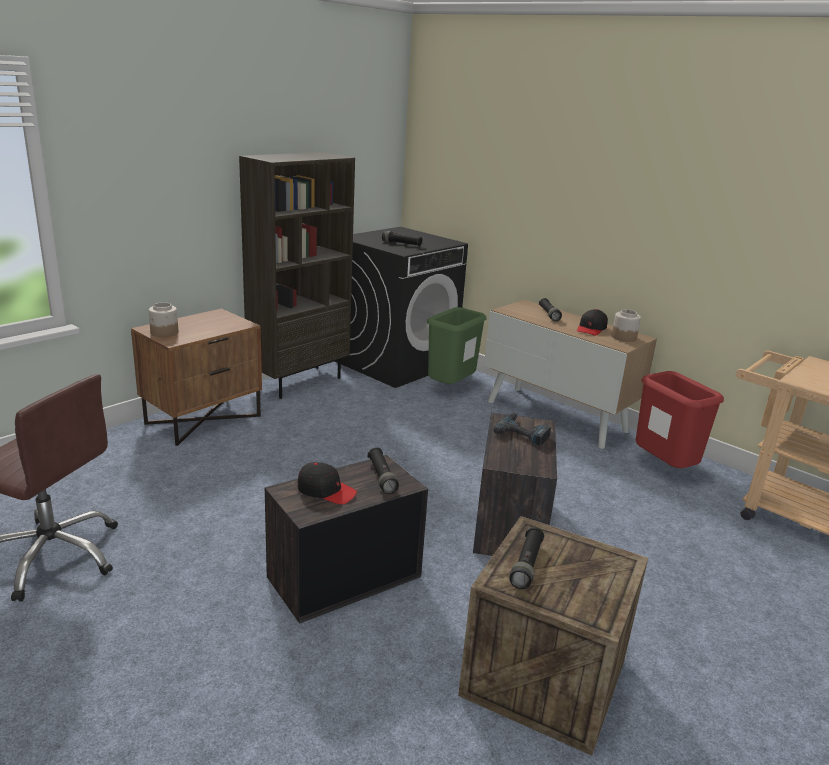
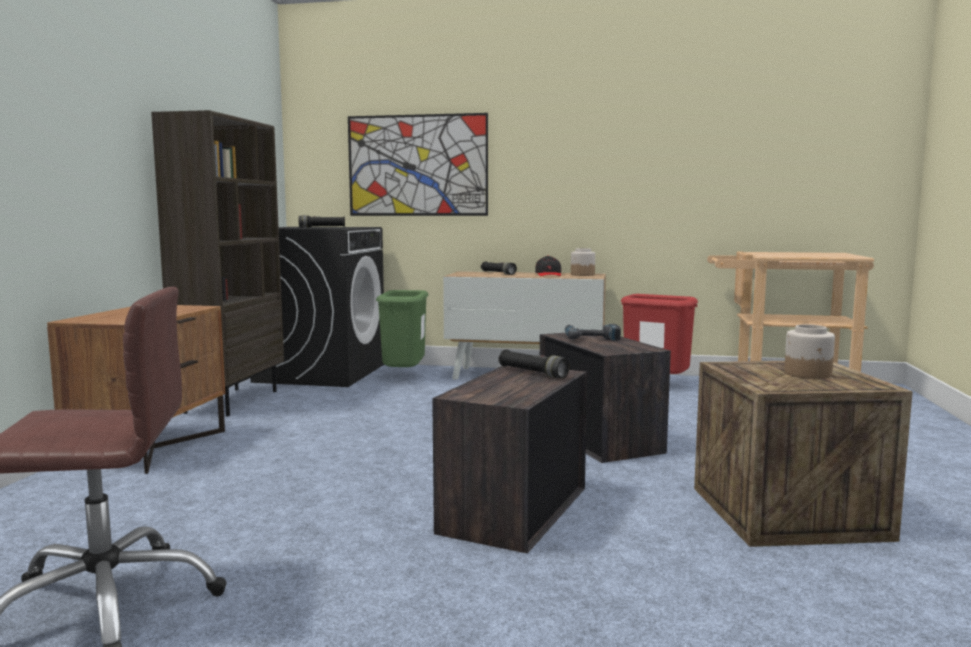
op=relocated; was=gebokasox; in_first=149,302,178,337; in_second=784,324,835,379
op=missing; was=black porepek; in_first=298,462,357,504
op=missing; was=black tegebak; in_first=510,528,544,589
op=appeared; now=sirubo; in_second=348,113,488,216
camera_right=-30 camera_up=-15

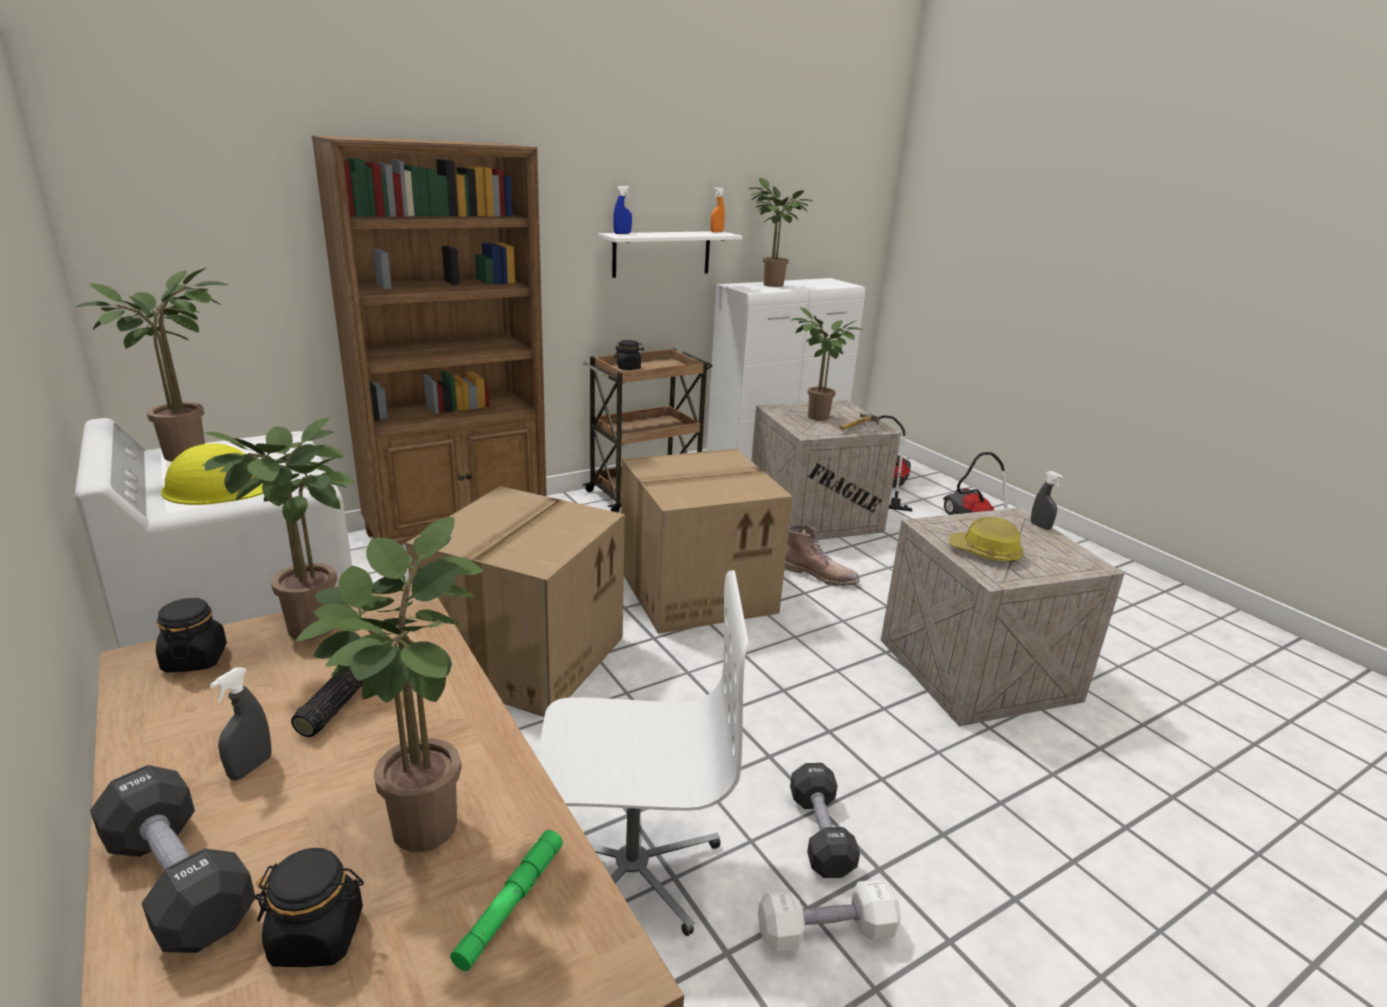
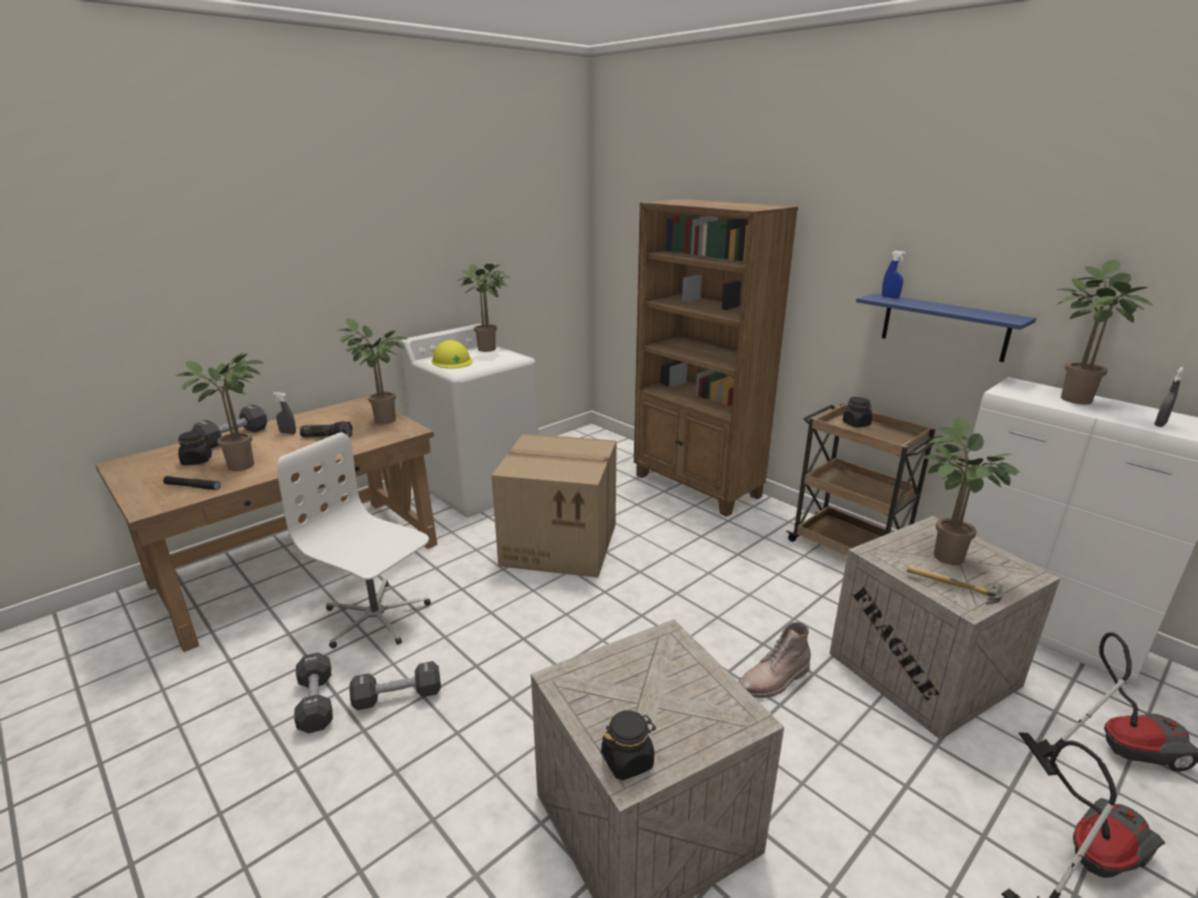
op=relocated; was=black gebokasox; in_first=156,598,227,673; in_second=601,710,656,780
op=colour; was=green tegebak; now=black tegebak; in_first=450,830,563,971; in_second=163,476,220,490
op=spun; was=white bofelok; in_first=537,570,749,936; in_second=277,432,431,648; clockwise=135
op=colour; was=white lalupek; now=blue lalupek; in_first=598,231,742,278; in_second=856,293,1036,362
op=missing; was=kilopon; in_first=621,449,792,634
op=missing; was=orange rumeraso; in_first=710,187,725,232
op=colour; was=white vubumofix; now=black vubumofix; in_first=758,879,901,952; in_second=294,653,333,733
op=spun; was=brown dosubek; in_first=785,525,860,586; in_second=738,622,811,698; clockwise=45
op=missing; was=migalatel; in_first=949,517,1024,563
op=relocated; was=grey rumeraso; in_first=1031,471,1063,530; in_second=1154,367,1184,427
camera_right=80 camera_up=0

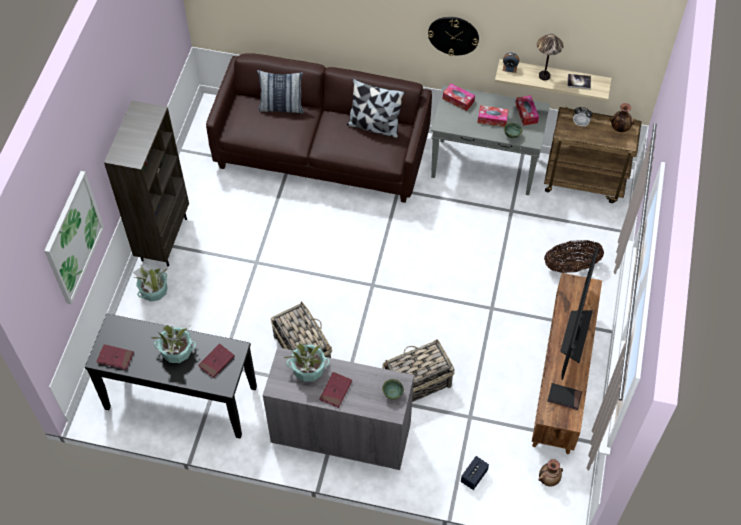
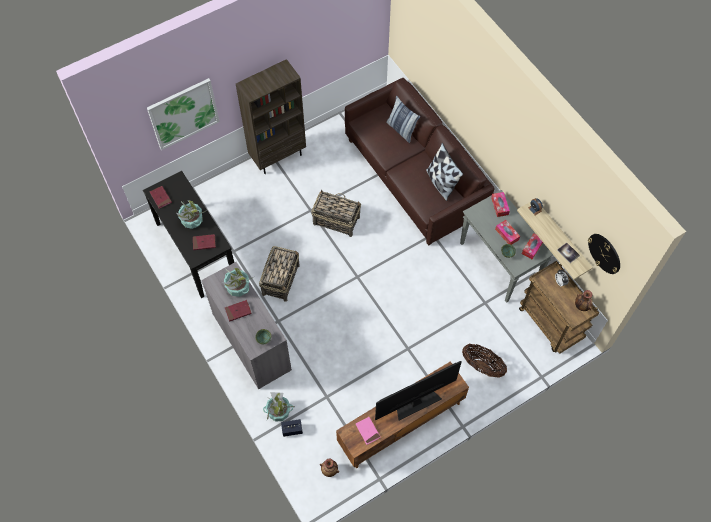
op=relocated; was=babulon; in_first=133,264,168,302; in_second=263,392,295,422
op=relocated; was=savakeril; in_first=382,339,455,402; in_second=311,190,361,237
op=relocated; was=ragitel; in_first=428,17,479,56; in_second=588,234,620,274
op=missing; was=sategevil; in_first=537,34,564,80
op=colour; was=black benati; now=pink benati; in_first=547,383,582,410; in_second=356,417,381,445
camera_right=45 camera_up=5

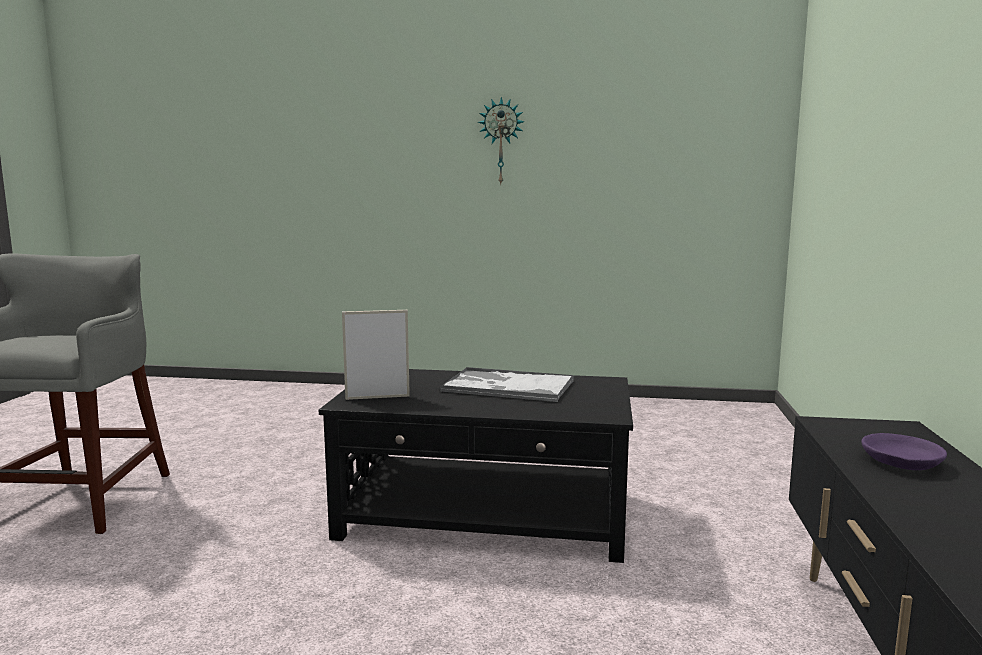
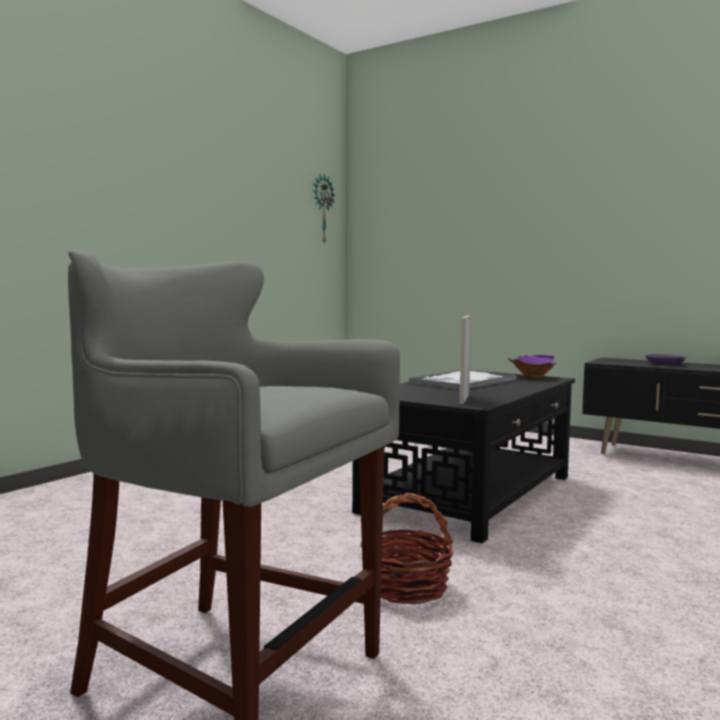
op=relocated; was=ragitel; in_first=478,97,525,184; in_second=313,173,336,243
op=appeared; now=savakeril; in_second=360,493,454,604
op=appeared; now=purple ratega; in_second=508,355,556,378
camera_right=-65 camera_up=-5

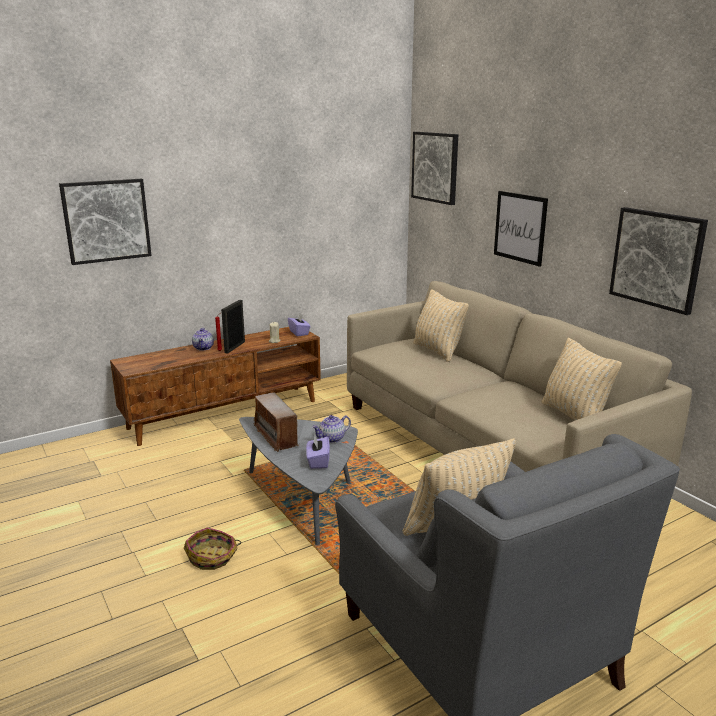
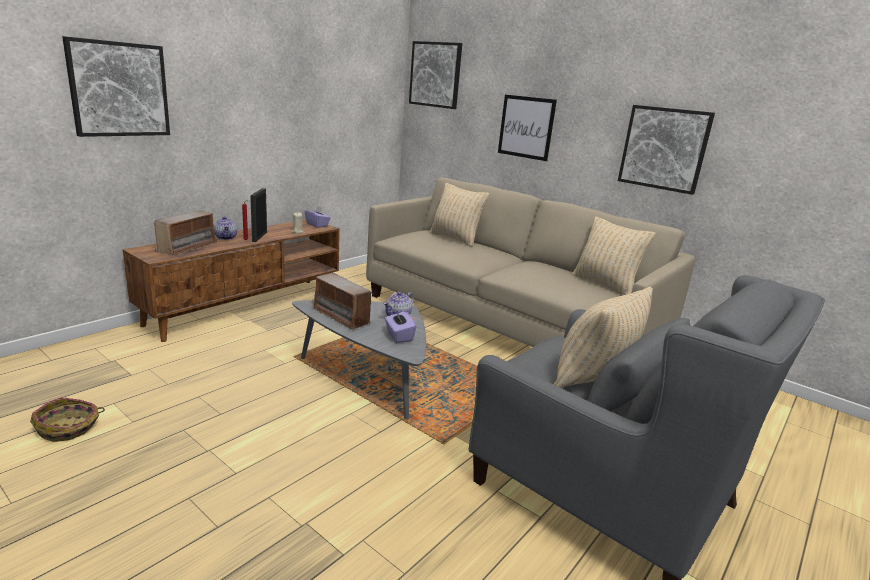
op=relocated; was=savakeril; in_first=184,527,241,570; in_second=30,397,105,442
op=appeared; now=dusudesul; in_second=154,211,217,256
camera_right=-20 camera_up=0

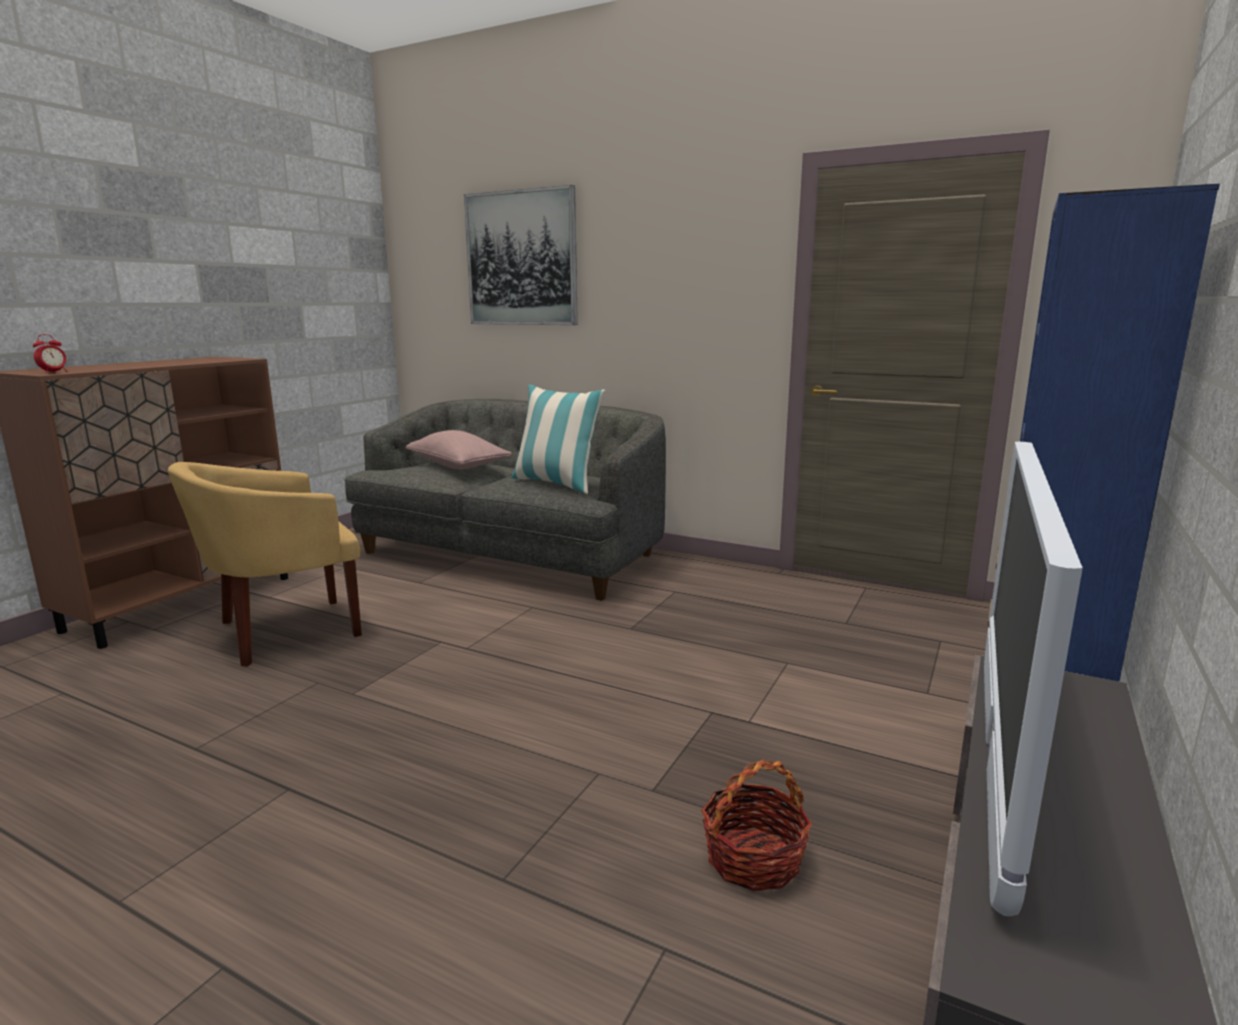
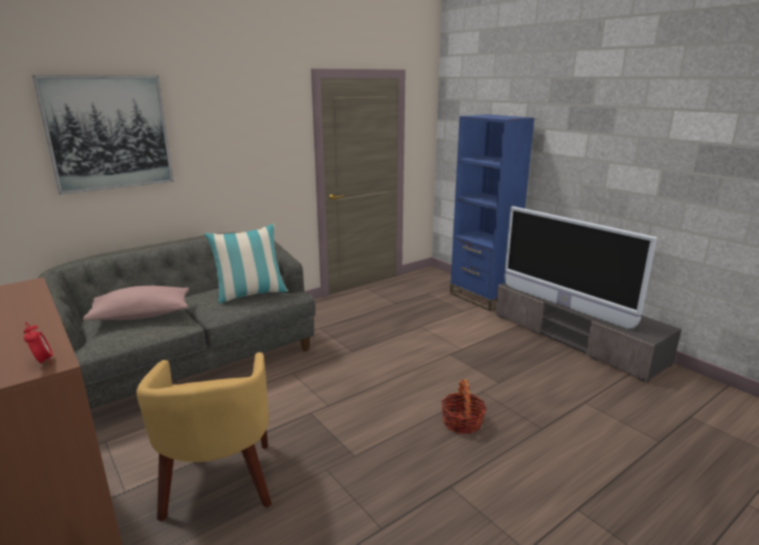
op=relocated; was=savakeril; in_first=701,759,812,891; in_second=441,379,487,434
camera_right=-65 camera_up=5

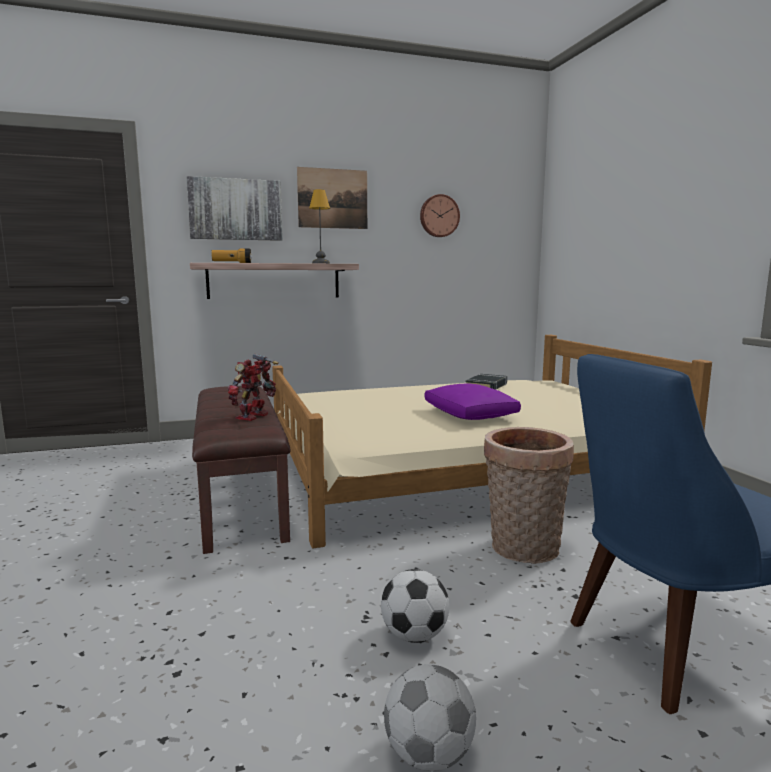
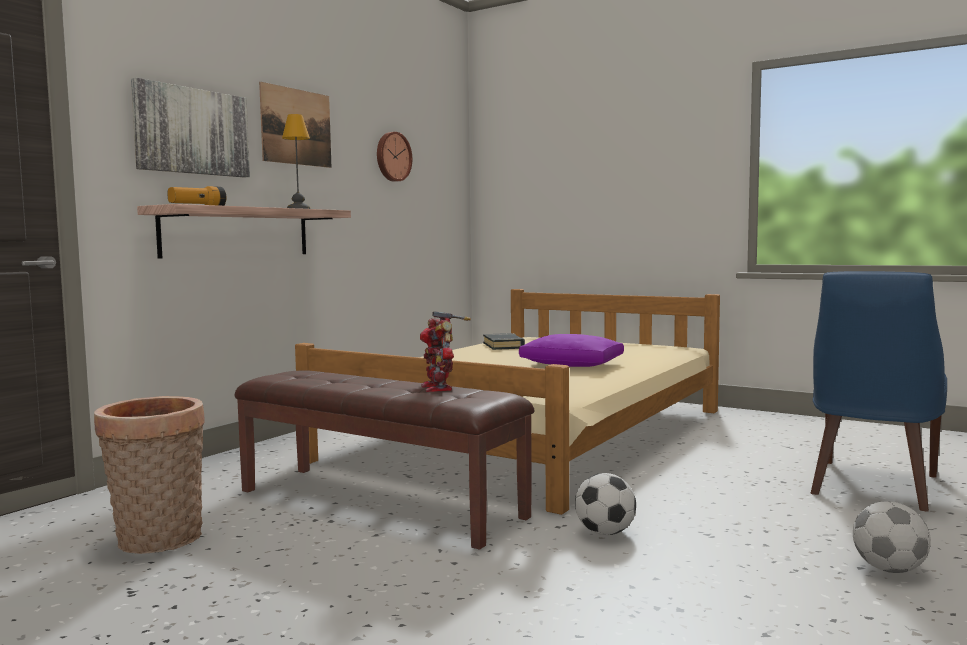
op=relocated; was=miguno; in_first=381,569,449,643; in_second=575,473,636,535
op=relocated; was=savakeril; in_first=484,427,574,564; in_second=94,396,205,554
camera_right=-40 camera_up=-5

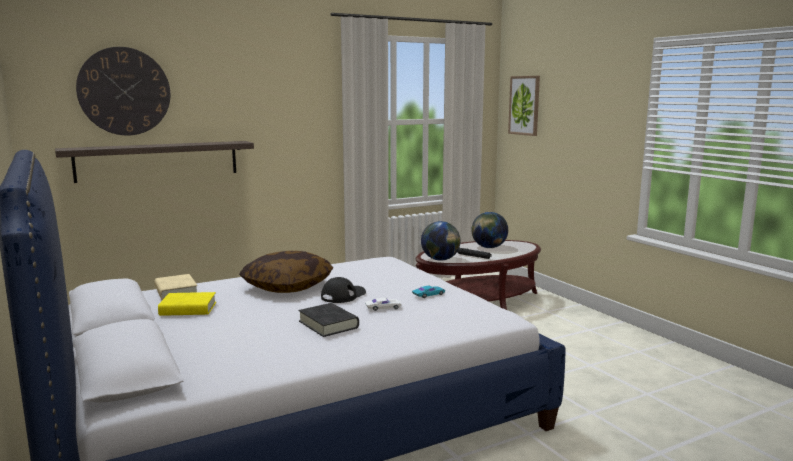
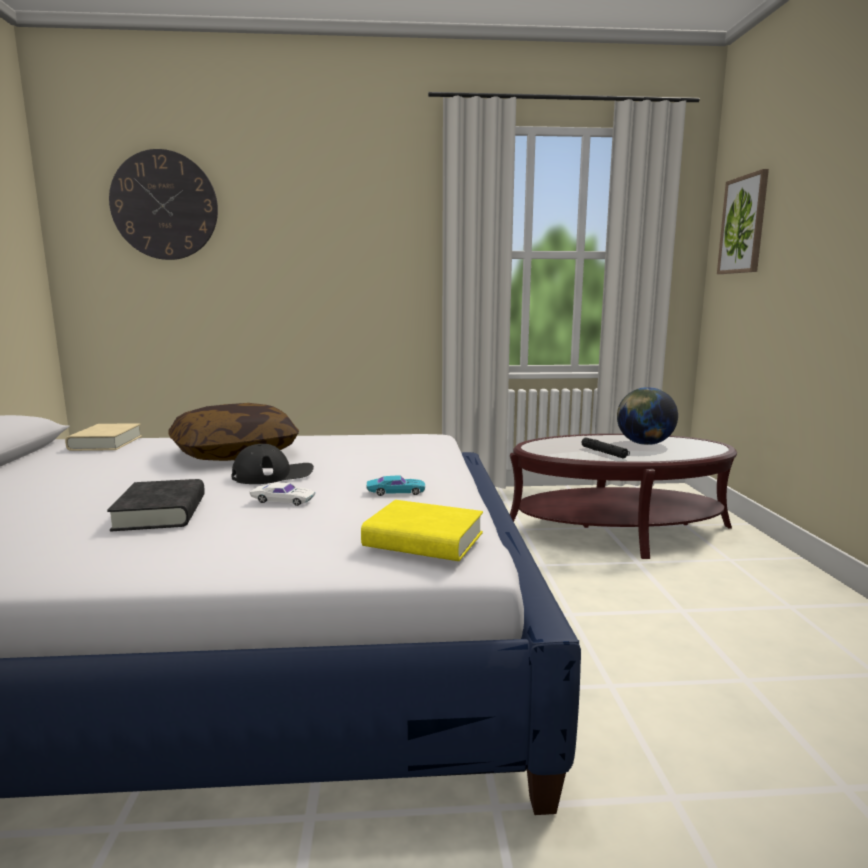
op=missing; was=lalupek; in_first=55,141,254,183
op=relocated; was=yellow benati; in_first=158,292,216,316; in_second=361,500,483,561
op=missing; was=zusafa; in_first=421,221,460,261
camera_right=25 camera_up=0

